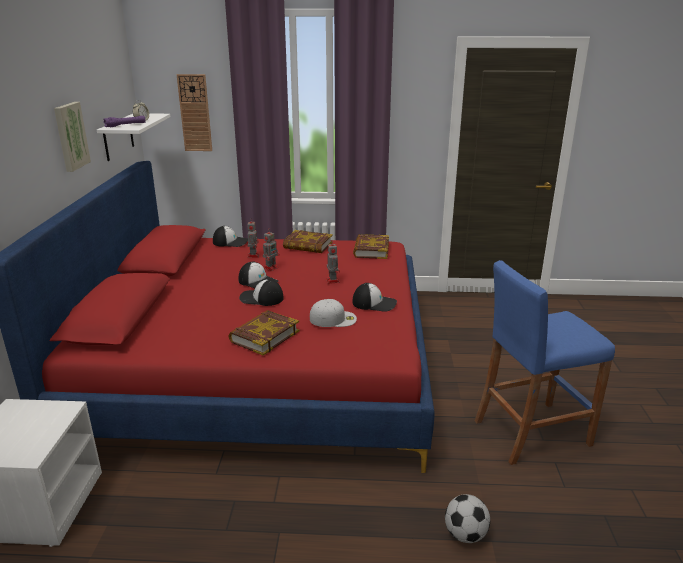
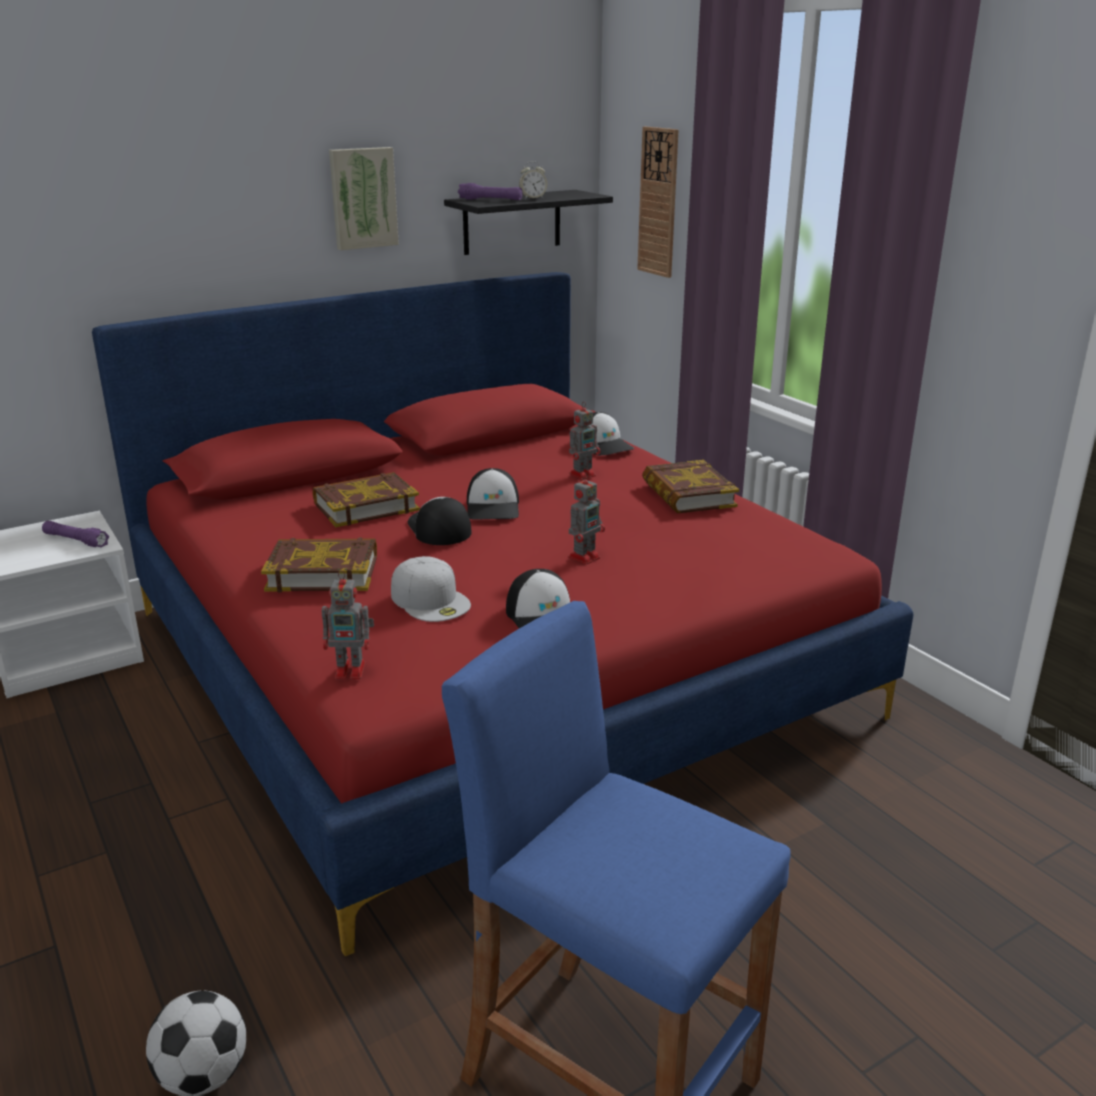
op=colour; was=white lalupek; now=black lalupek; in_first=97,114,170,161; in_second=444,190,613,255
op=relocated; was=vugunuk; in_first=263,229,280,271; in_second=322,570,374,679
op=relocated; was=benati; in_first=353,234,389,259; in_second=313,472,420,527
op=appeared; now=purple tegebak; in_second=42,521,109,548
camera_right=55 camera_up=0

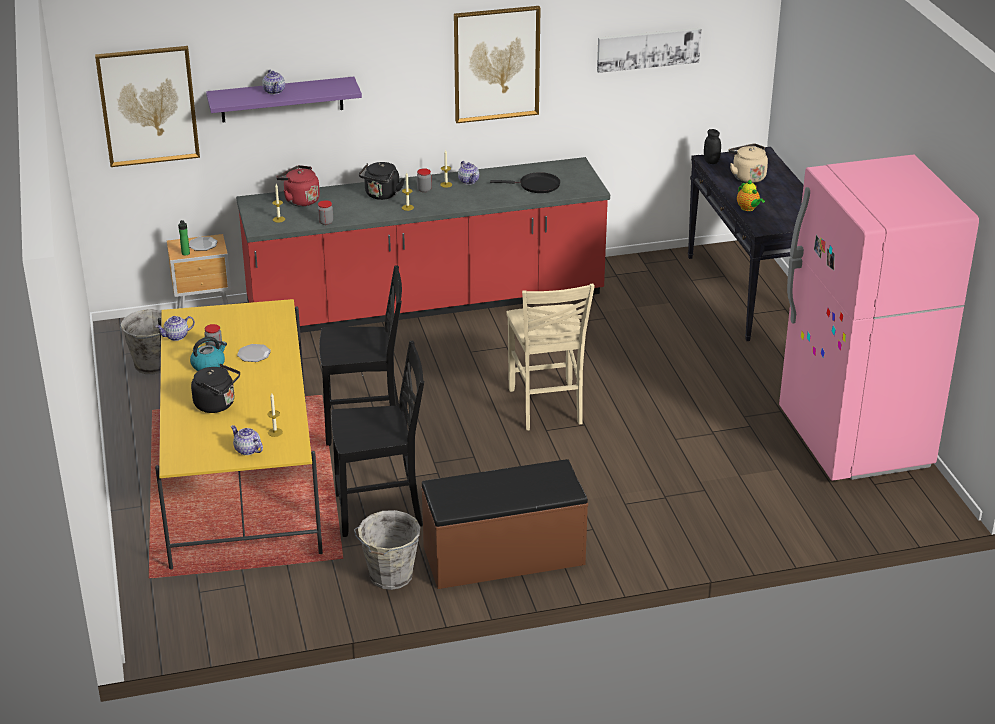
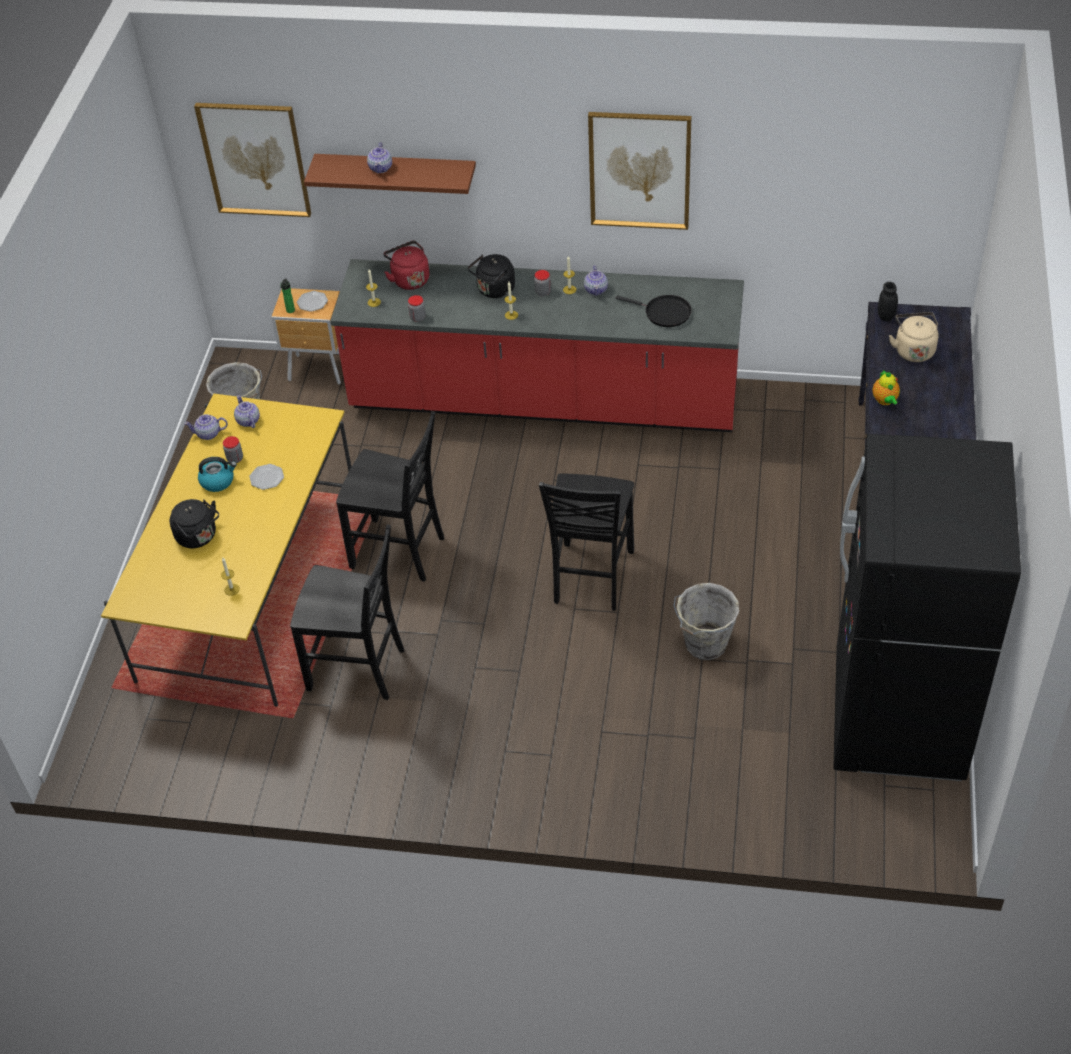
op=colour; was=purple lalupek; now=brown lalupek; in_first=206,77,362,122; in_second=304,154,476,194
op=relocated; was=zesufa; in_first=231,425,263,455; in_second=234,395,260,428
op=relocated; was=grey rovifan; in_first=354,510,421,590; in_second=674,583,739,660
op=missing; was=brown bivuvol; in_first=421,459,588,589
op=colour; was=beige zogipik; now=black zogipik; in_first=506,284,595,430; in_second=539,473,634,611
op=missing; was=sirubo; in_first=597,28,702,73
op=colour; was=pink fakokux; now=black fakokux; in_first=779,155,979,481; in_second=833,434,1021,781
camera_right=25 camera_up=15

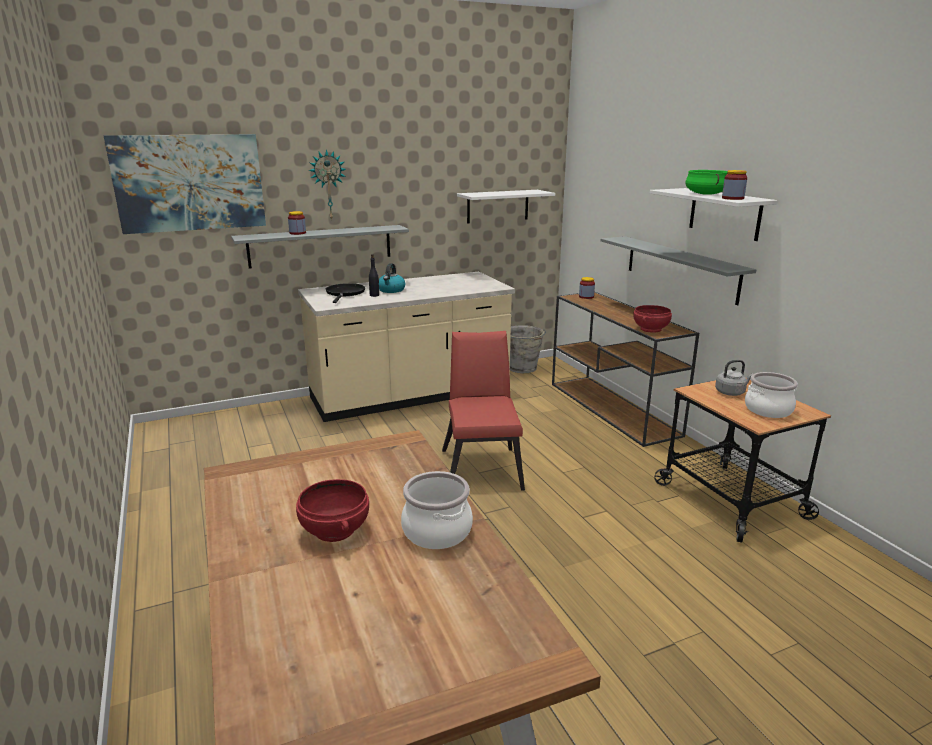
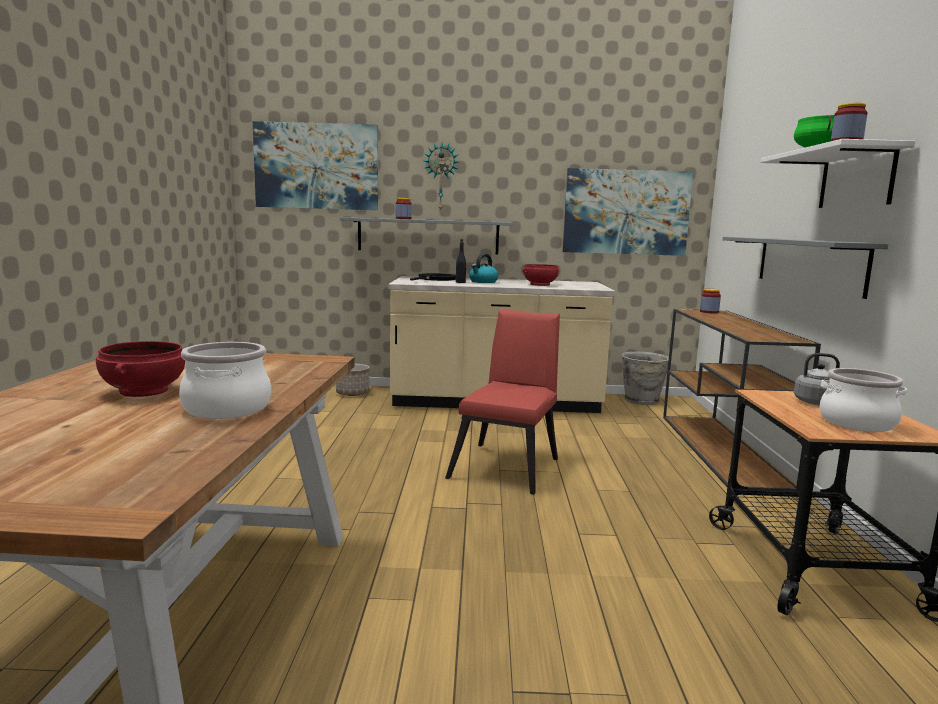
op=exchanged; was=white lalupek; now=sirubo; in_first=457,190,555,223; in_second=563,168,693,256
op=relocated; was=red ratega; in_first=633,305,672,333; in_second=522,264,559,286
op=appeared; now=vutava; in_second=336,364,370,396
camera_right=25 camera_up=-10

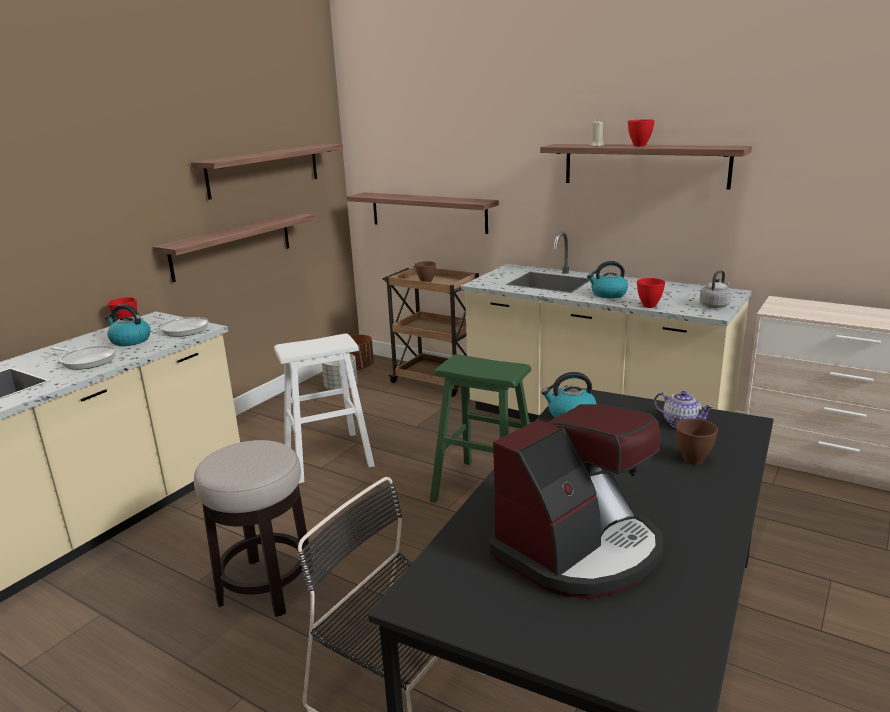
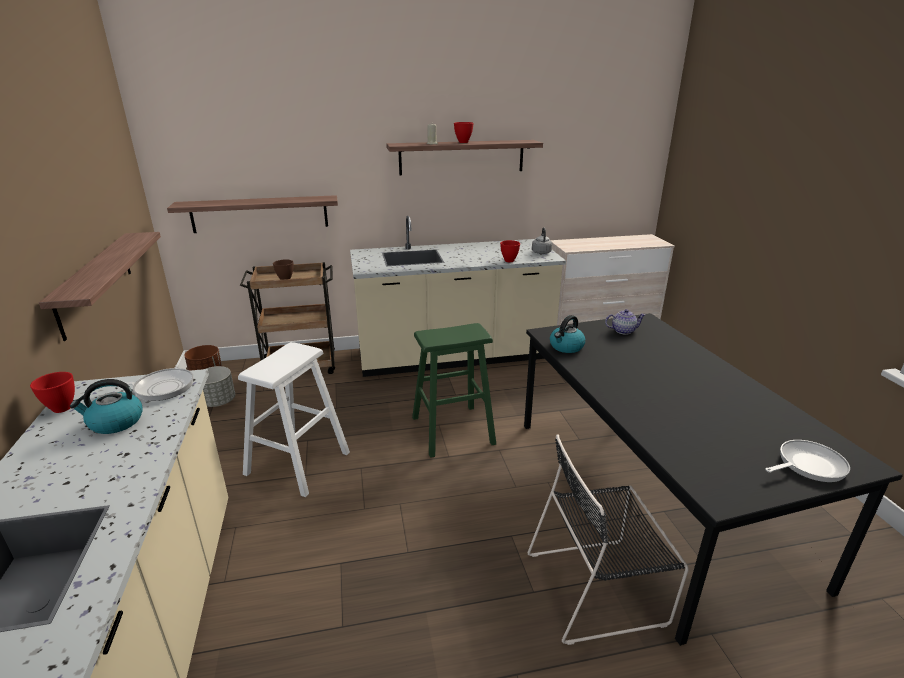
op=relocated; was=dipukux; in_first=50,346,116,370; in_second=765,440,850,482
op=missing; was=lalupek; in_first=191,144,343,200
op=missing; was=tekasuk; in_first=194,440,314,617
op=missing; was=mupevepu; in_first=490,404,663,599
op=missing; was=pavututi; in_first=587,261,628,298
op=missing; was=brown ratega; in_first=676,418,718,465
camera_right=-45 camera_up=5

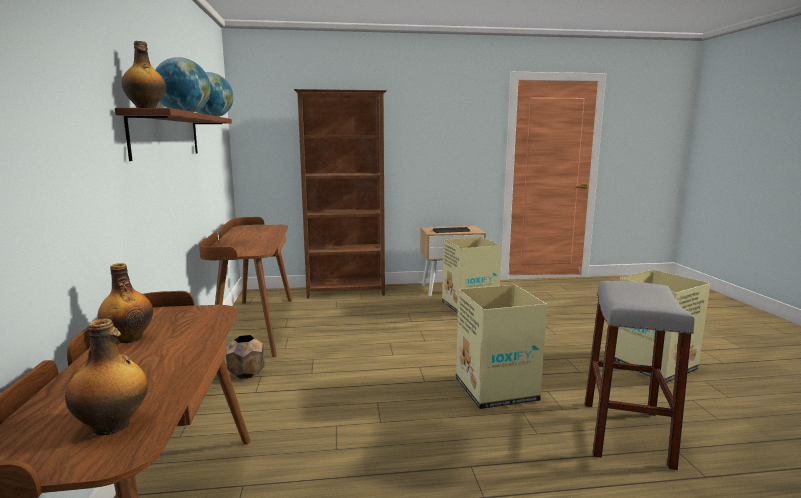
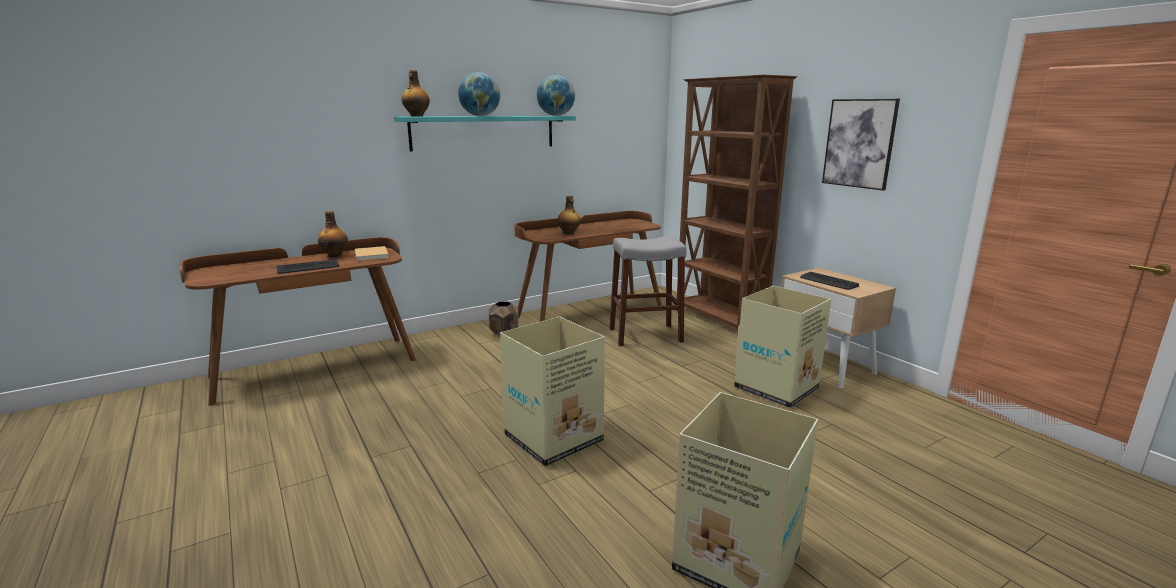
op=relocated; was=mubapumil; in_first=65,319,148,436; in_second=557,196,581,235
op=colour; was=brown lalupek; now=turquoise lalupek; in_first=115,108,232,161; in_second=394,116,576,152
op=relocated; was=grey tekasuk; in_first=585,281,695,470; in_second=610,236,687,346
op=appeared; now=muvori; in_second=276,259,339,274
op=appeared; now=beige benati; in_second=355,246,389,261
op=appeared; now=sirubo; in_second=822,99,900,190
camera_right=65 camera_up=5

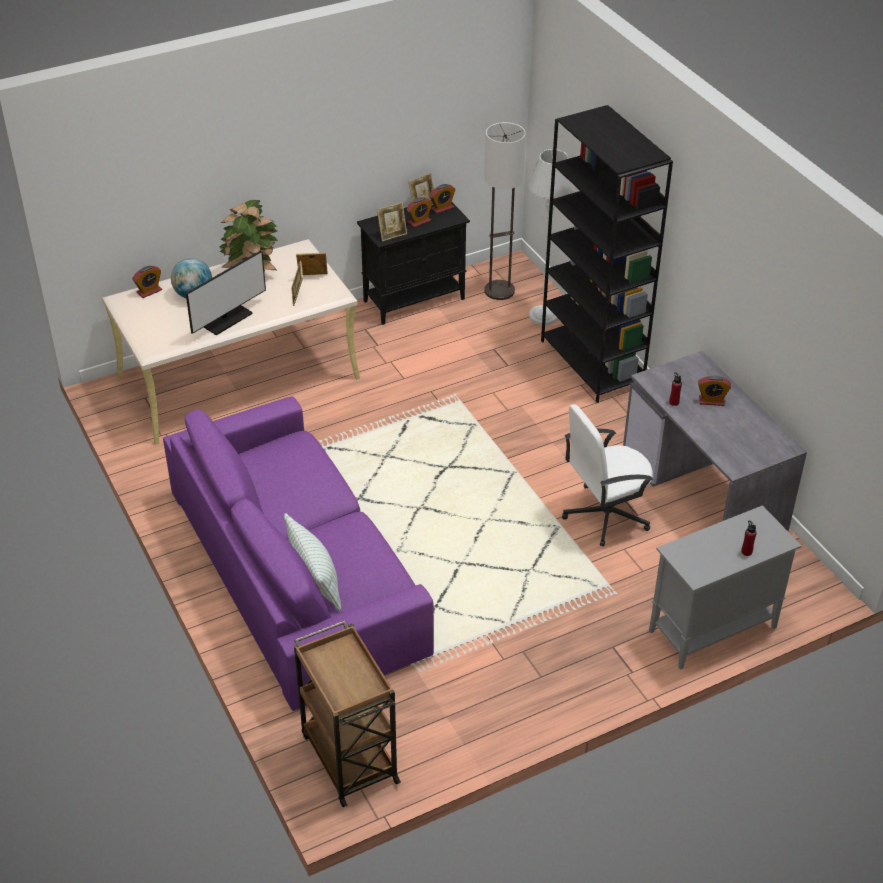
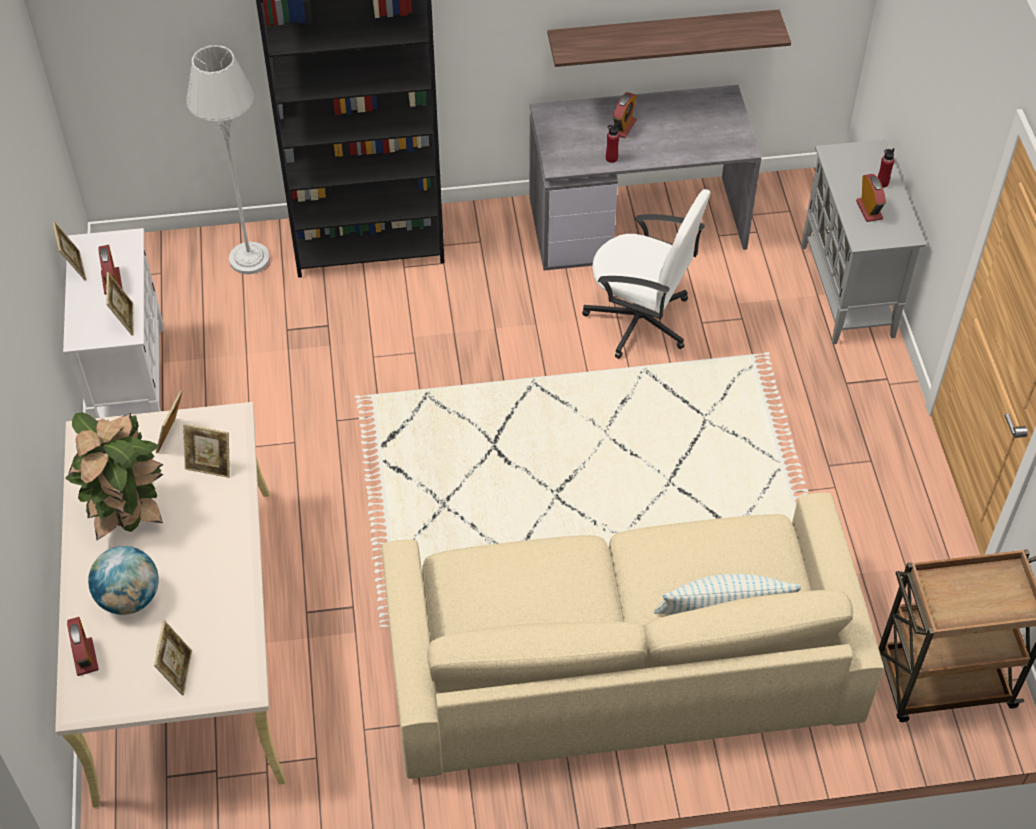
op=colour; was=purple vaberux; now=beige vaberux; in_first=163,397,434,711; in_second=382,493,884,779
op=missing; was=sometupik; in_first=186,250,266,335
op=colour; was=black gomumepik; now=white gomumepik; in_first=357,202,470,325; in_second=63,228,165,418
op=relocated; was=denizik; in_first=430,184,456,214; in_second=856,174,886,222
op=missing; was=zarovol; in_first=484,122,526,300
op=spun; was=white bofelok; in_first=562,404,653,547; in_second=582,189,710,359; clockwise=-60
op=appeared; now=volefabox; in_second=154,620,192,695
op=appeared; now=lalupek; in_second=547,9,791,67
camera_right=-70 camera_up=10

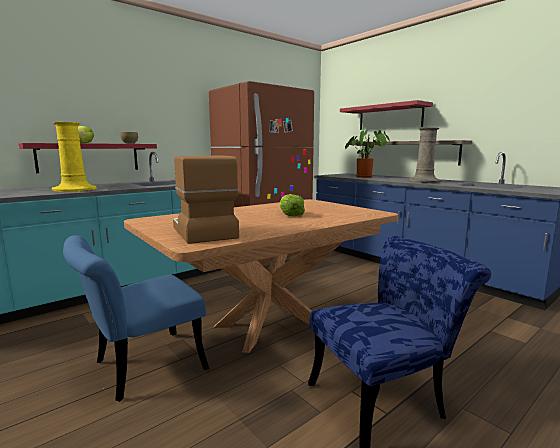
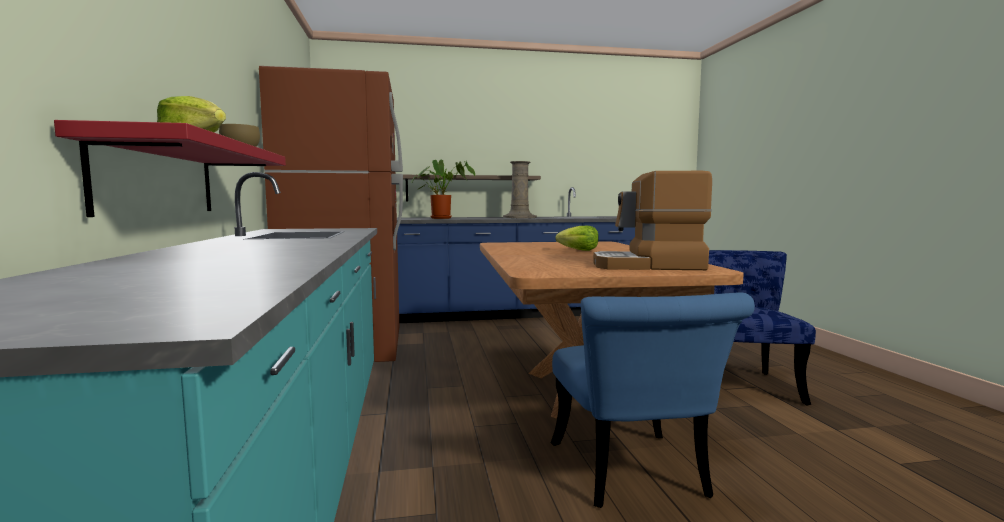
op=missing; was=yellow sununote; in_first=52,122,97,192
op=missing; was=red lalupek; in_first=340,100,433,130
camera_right=-60 camera_up=-5

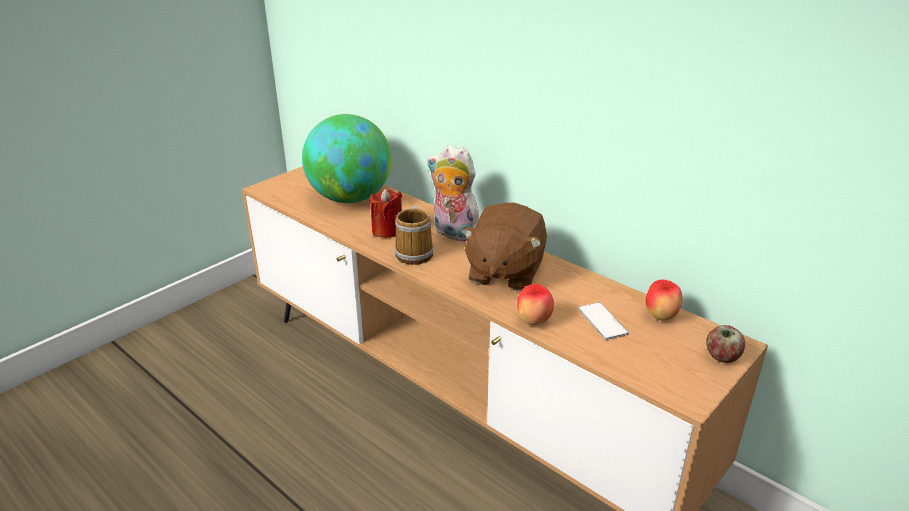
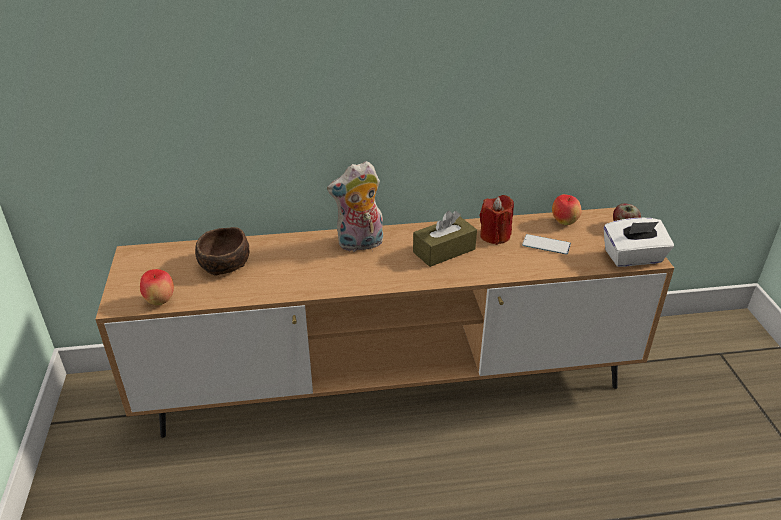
op=exchanged; was=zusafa; now=brown ratega; in_first=302,114,392,203; in_second=195,227,249,276
op=relocated; was=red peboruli; in_first=370,188,402,238; in_second=480,195,514,245
op=missing; was=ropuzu; in_first=394,205,434,265
op=exchanged; was=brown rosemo; now=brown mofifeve; in_first=461,203,547,292; in_second=413,211,477,267
op=relocated; was=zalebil; in_first=517,284,554,325; in_second=140,269,174,306
op=appeared; now=white mofifeve; in_second=604,218,674,267
camera_right=-50 camera_up=5

